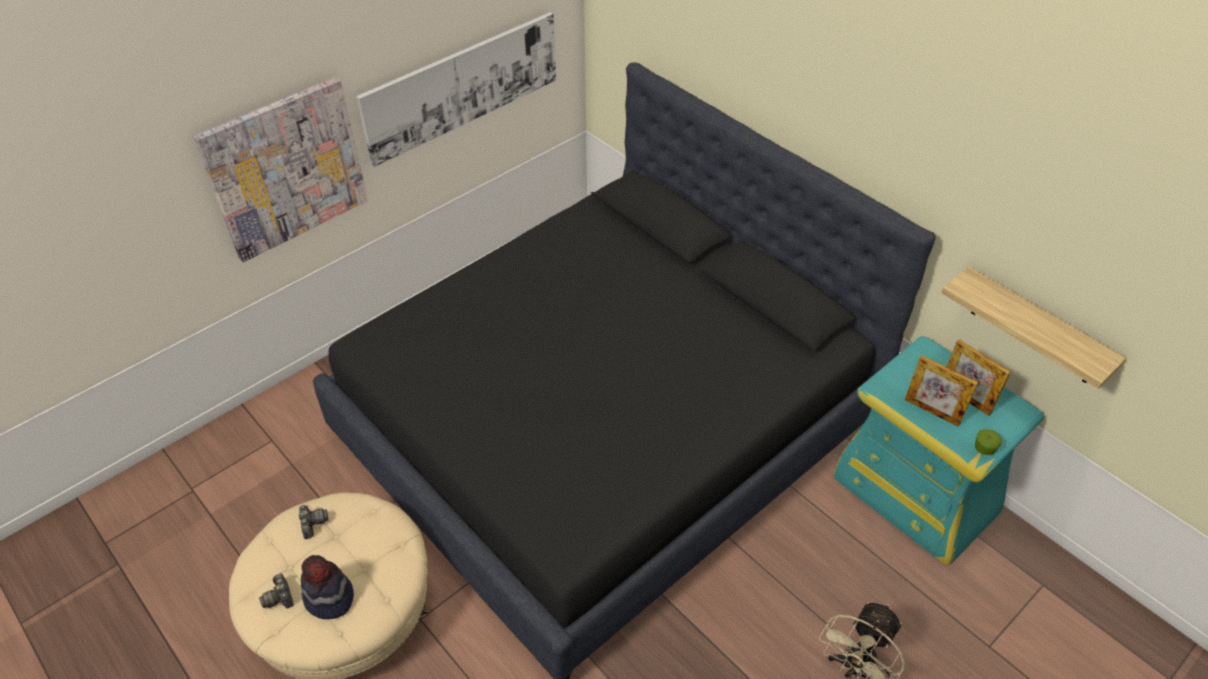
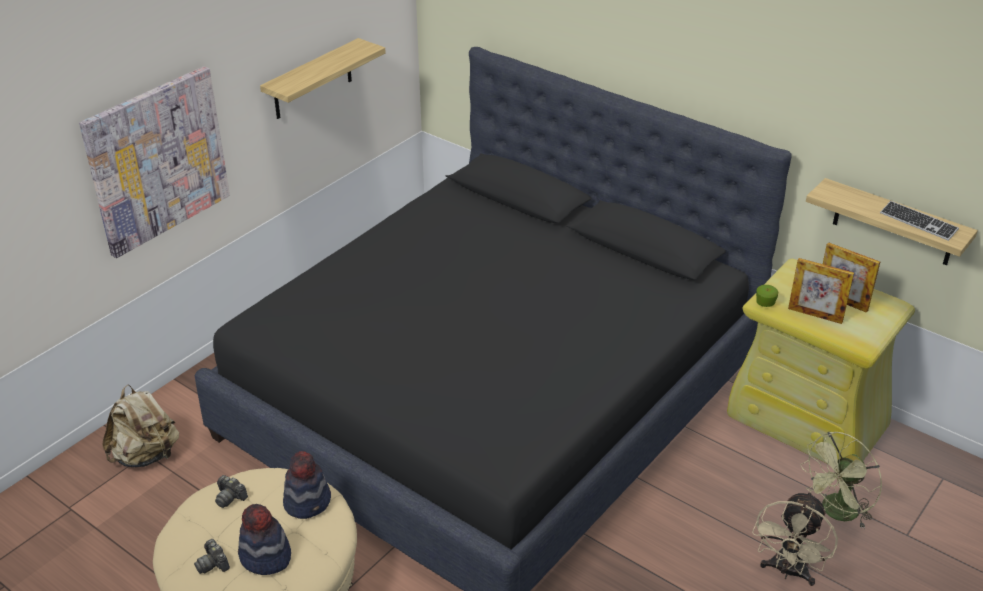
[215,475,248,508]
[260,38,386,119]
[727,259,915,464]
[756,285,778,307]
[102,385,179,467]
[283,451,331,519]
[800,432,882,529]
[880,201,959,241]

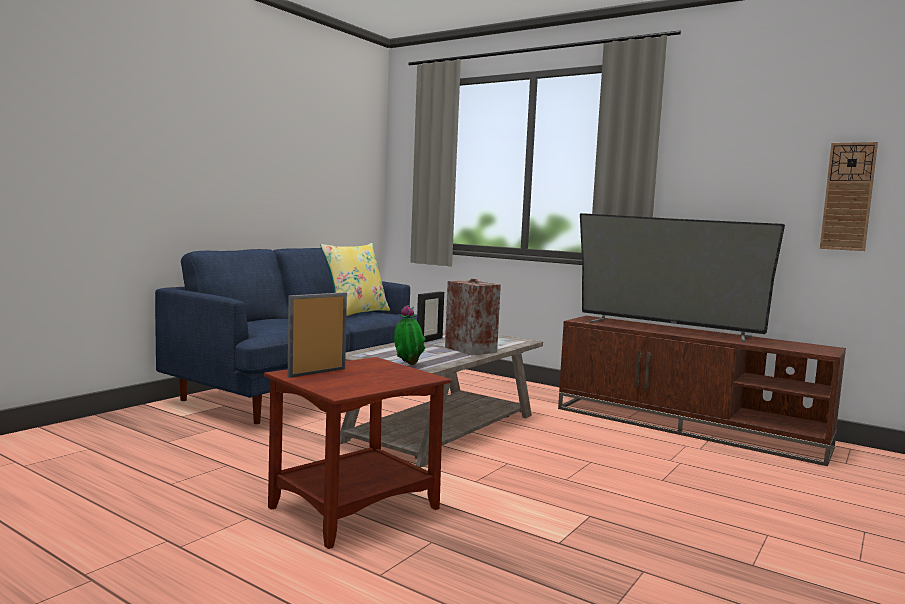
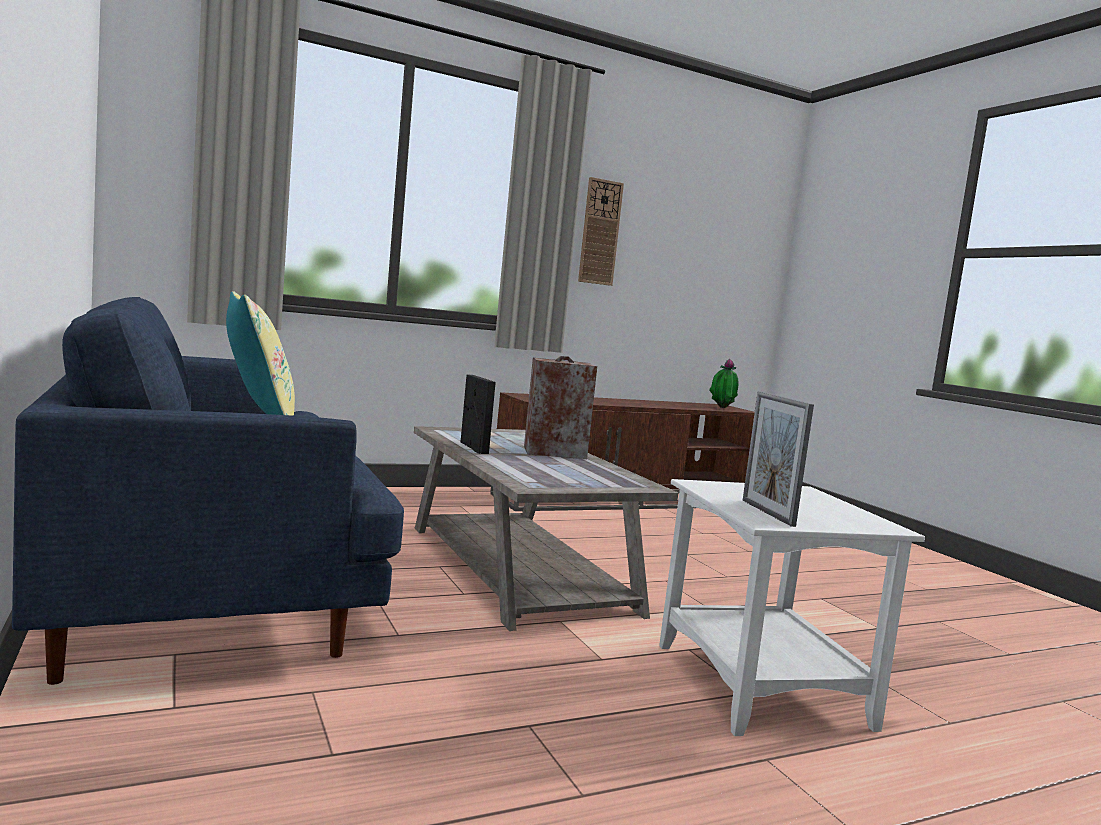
[659,479,925,736]
[709,359,738,408]
[580,213,785,342] (first image)
[578,177,624,286]

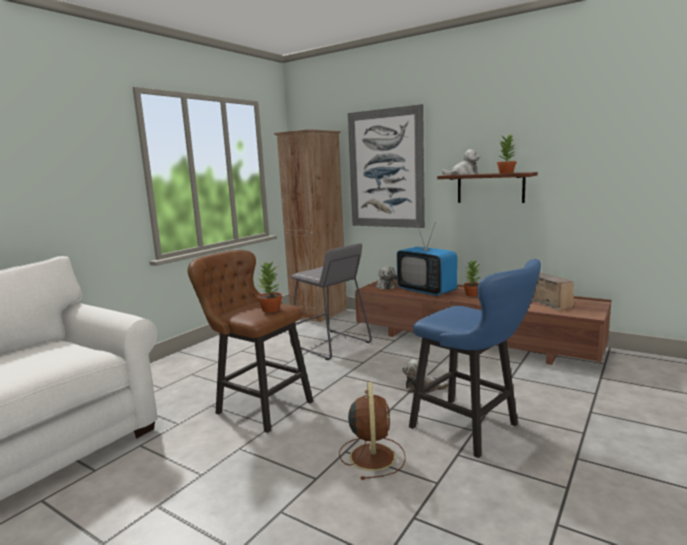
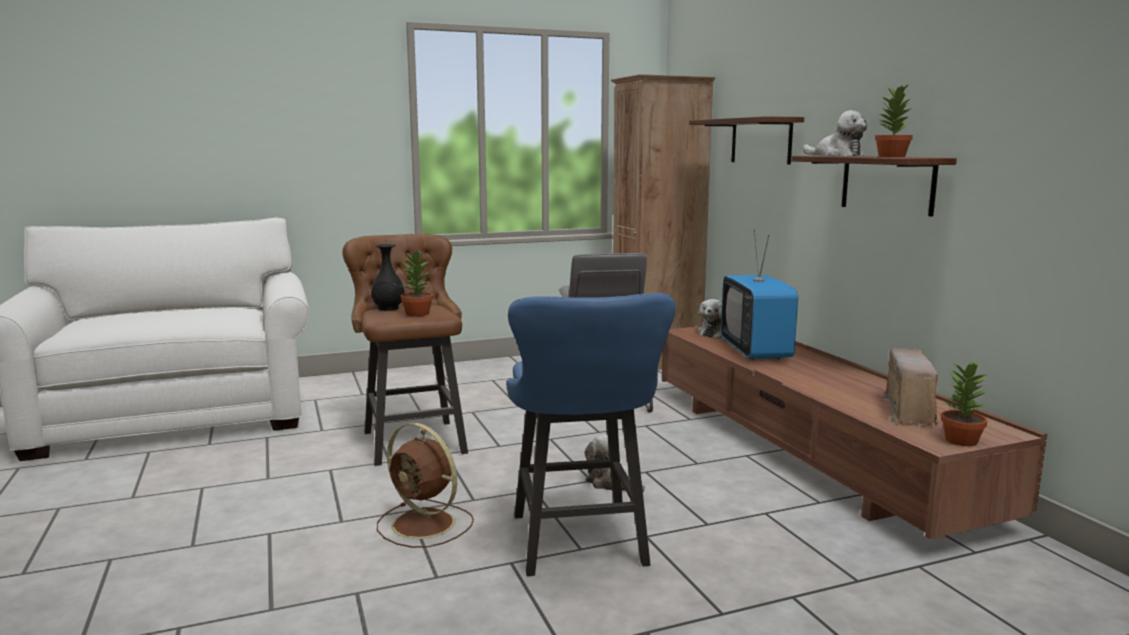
[377,423,474,548]
[689,116,804,165]
[941,360,989,446]
[371,244,405,311]

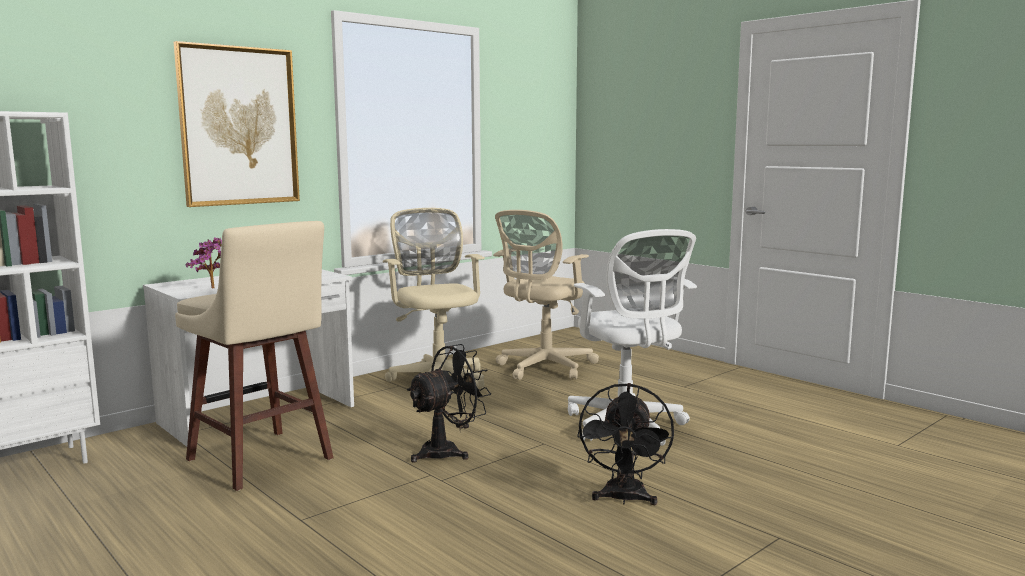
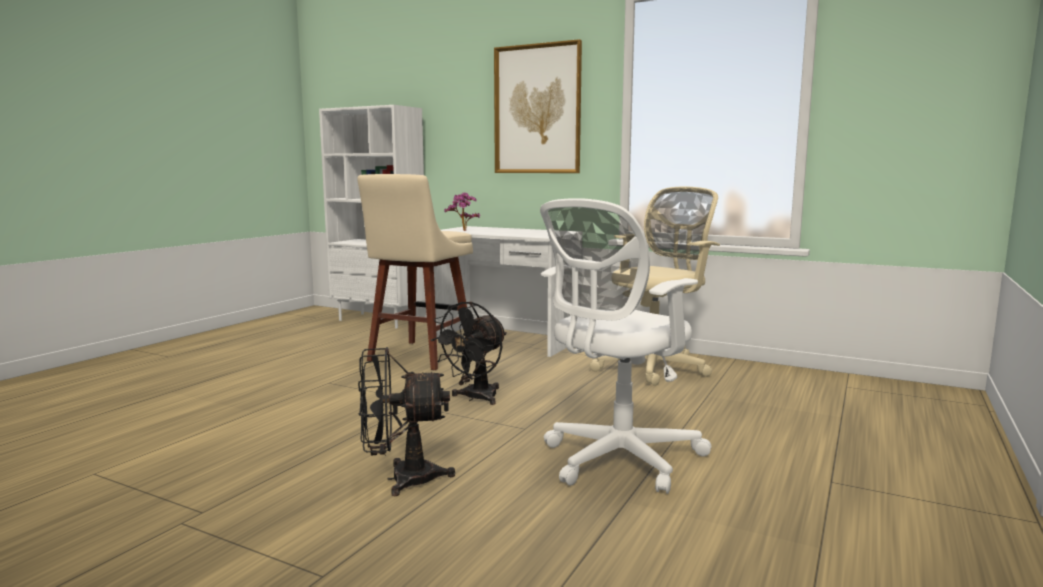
[431,301,507,405]
[493,210,599,380] (first image)

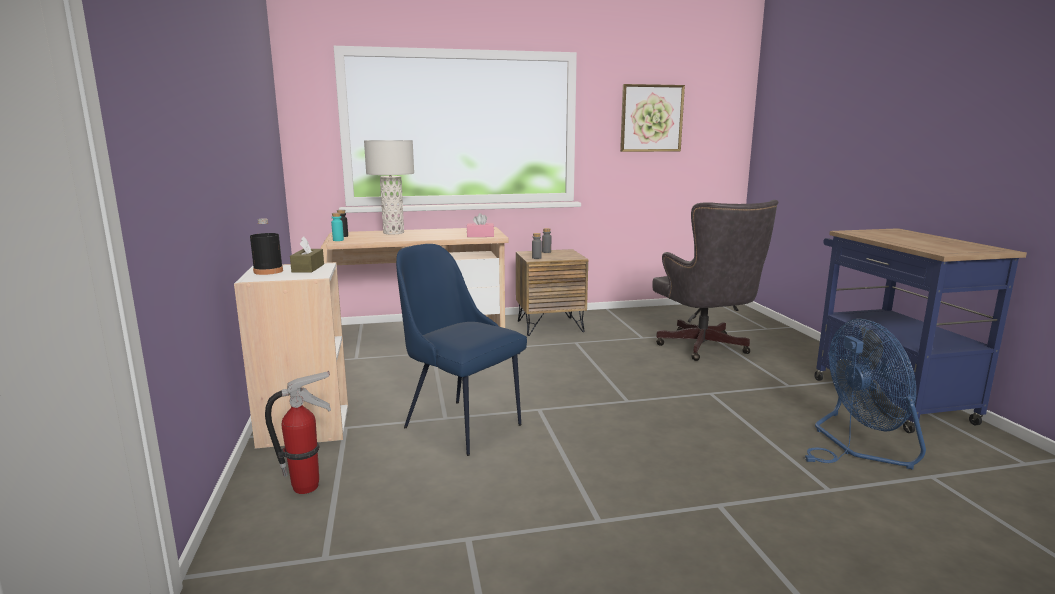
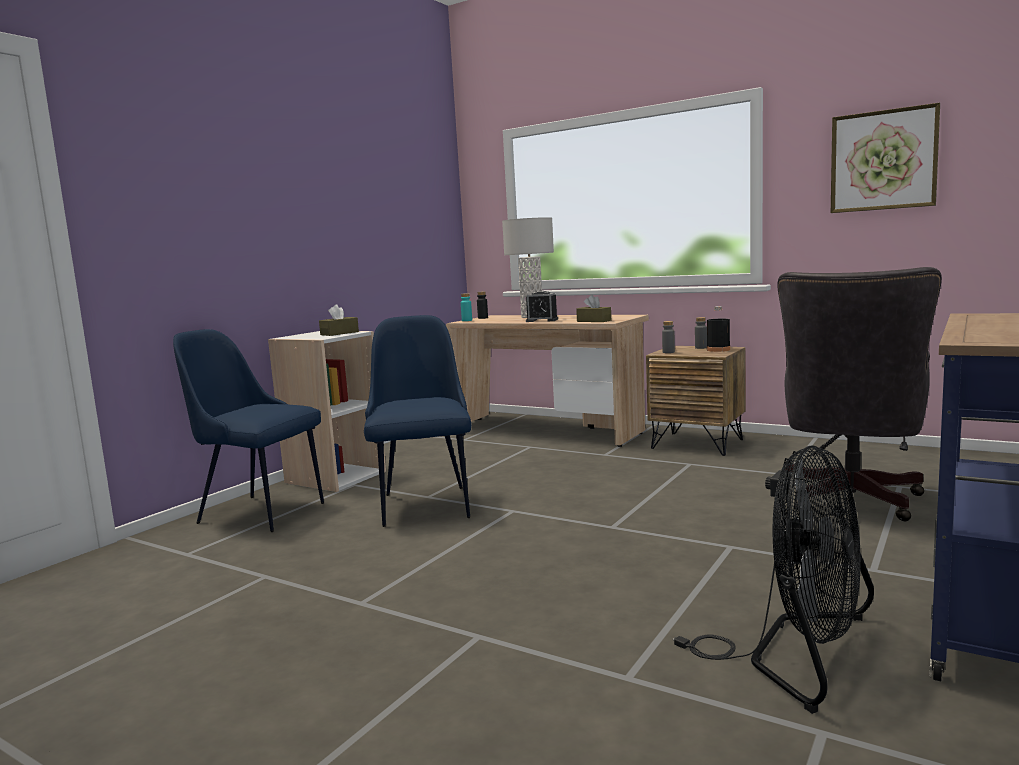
[707,306,730,352]
[173,329,324,532]
[576,295,611,322]
[674,446,874,714]
[526,291,558,322]

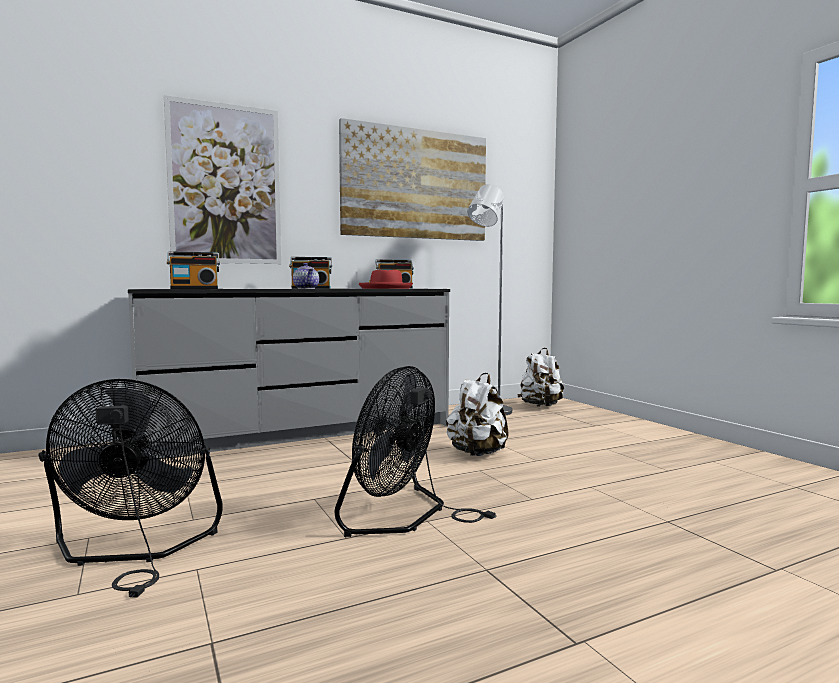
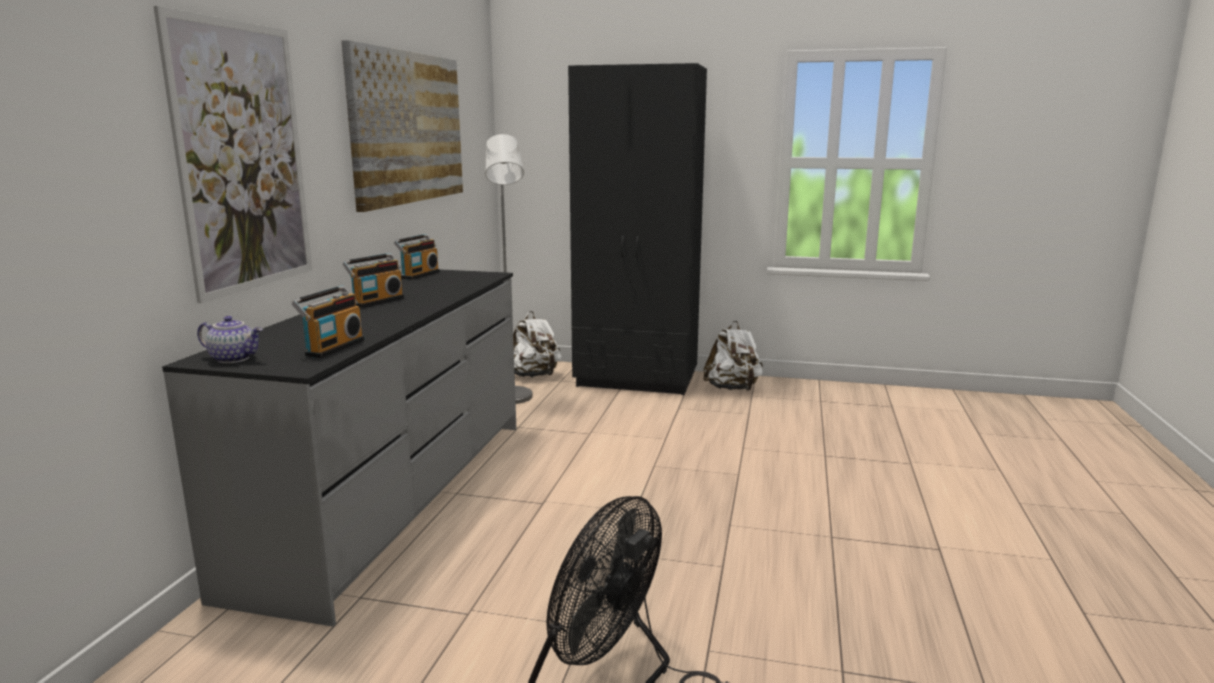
[197,316,263,363]
[335,366,497,537] (first image)
[359,270,413,289] (first image)
[703,321,763,391]
[568,63,707,395]

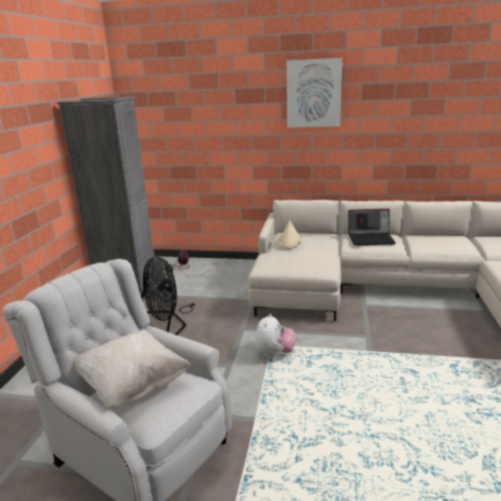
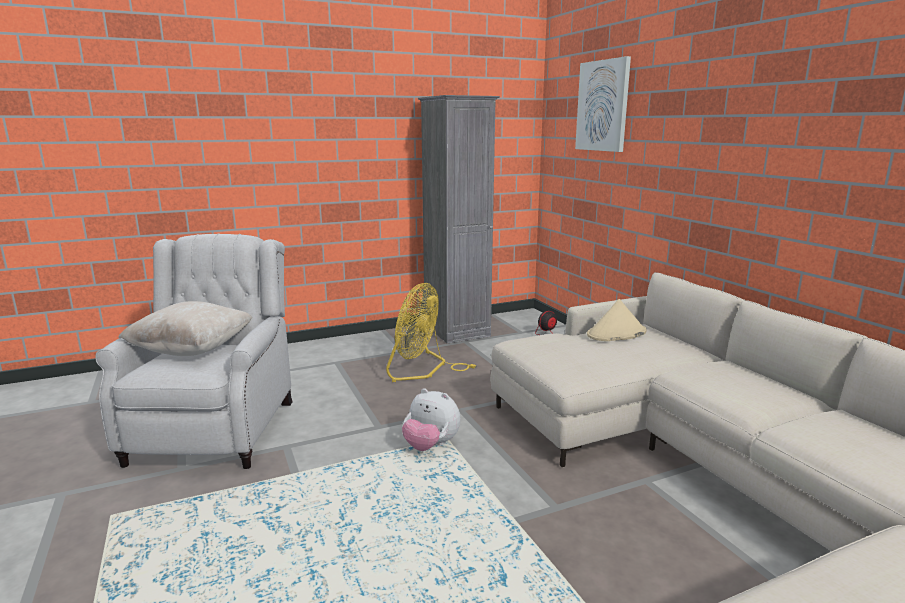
[386,283,476,382]
[402,388,460,451]
[575,56,631,152]
[348,209,396,246] (first image)

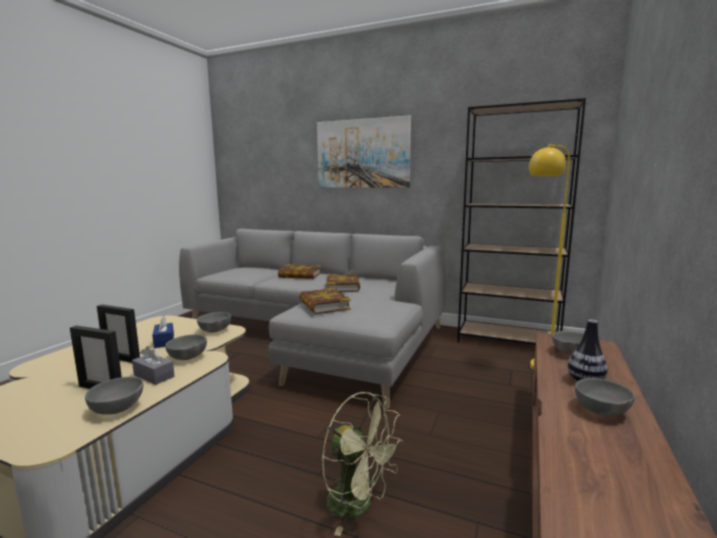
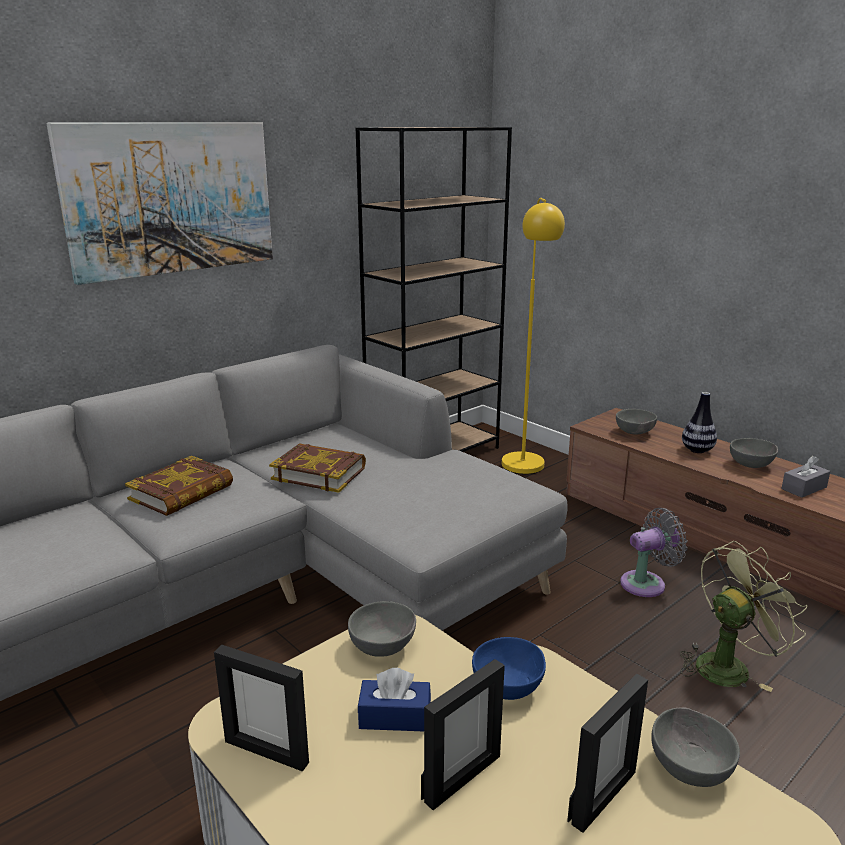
[781,456,830,498]
[472,637,546,700]
[299,288,351,314] (first image)
[214,645,309,772]
[620,508,688,597]

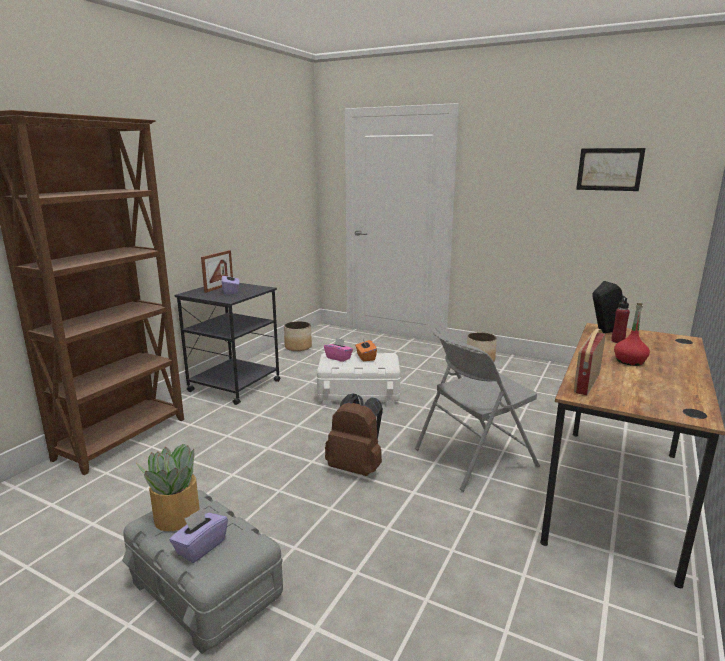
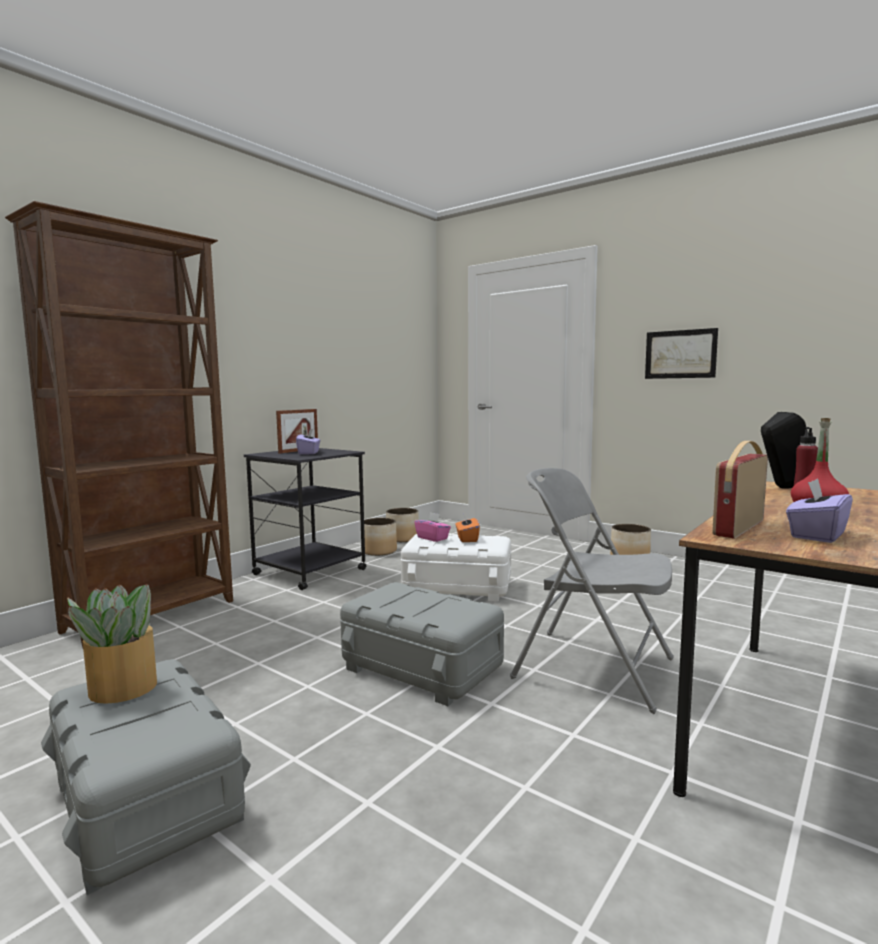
[786,478,853,543]
[340,582,504,706]
[510,468,674,714]
[645,328,718,379]
[364,518,397,556]

